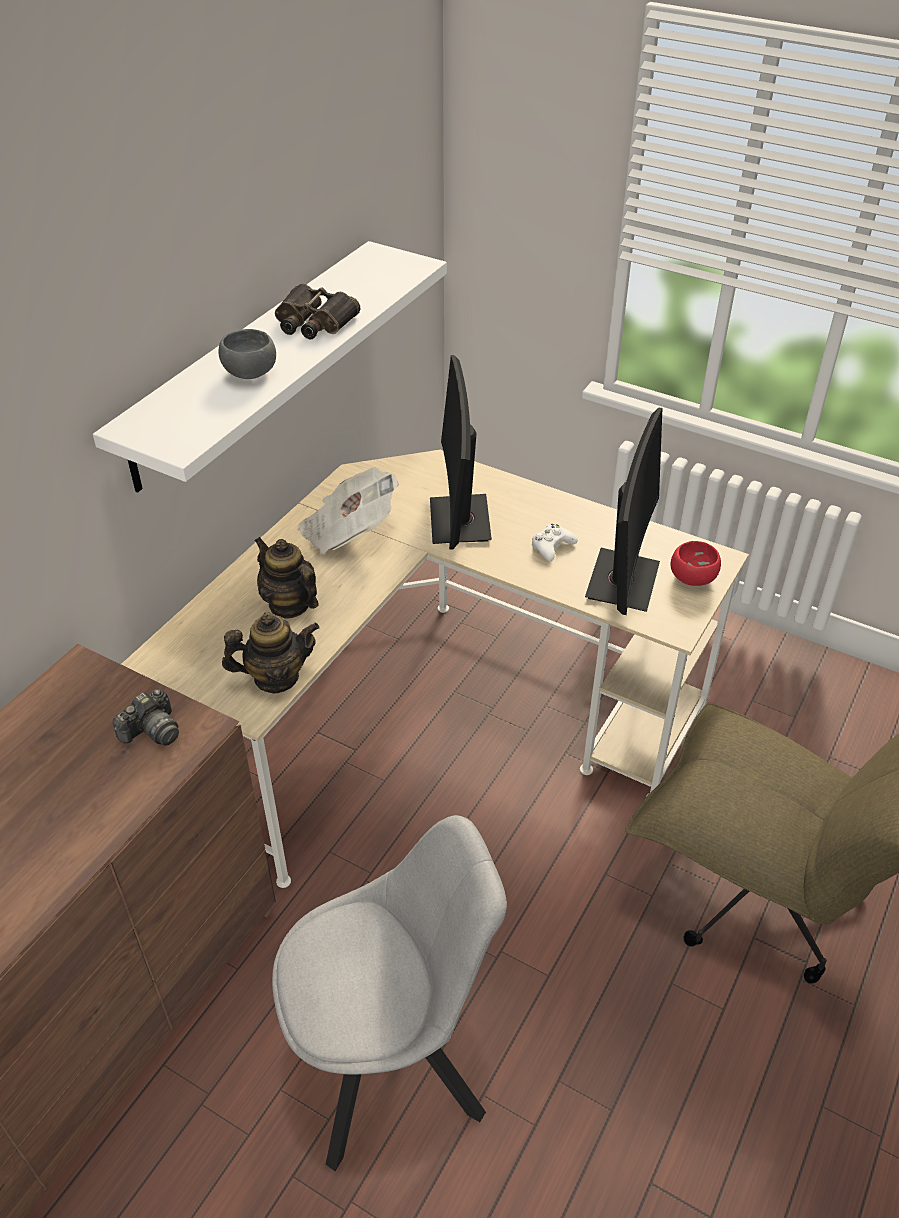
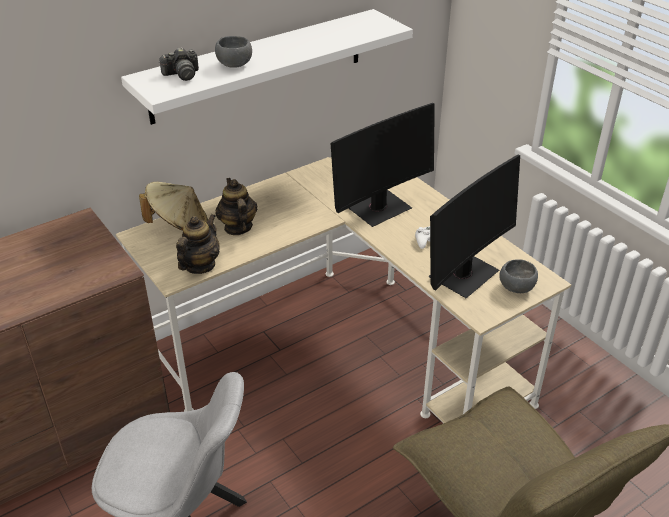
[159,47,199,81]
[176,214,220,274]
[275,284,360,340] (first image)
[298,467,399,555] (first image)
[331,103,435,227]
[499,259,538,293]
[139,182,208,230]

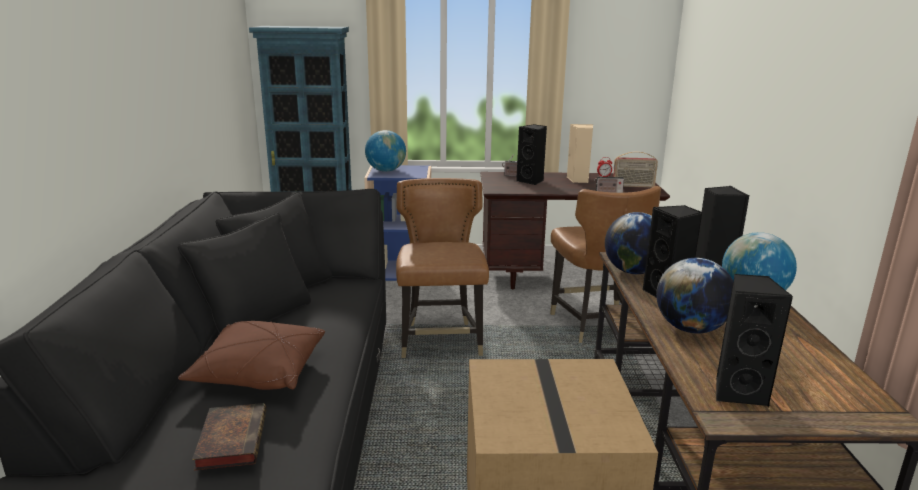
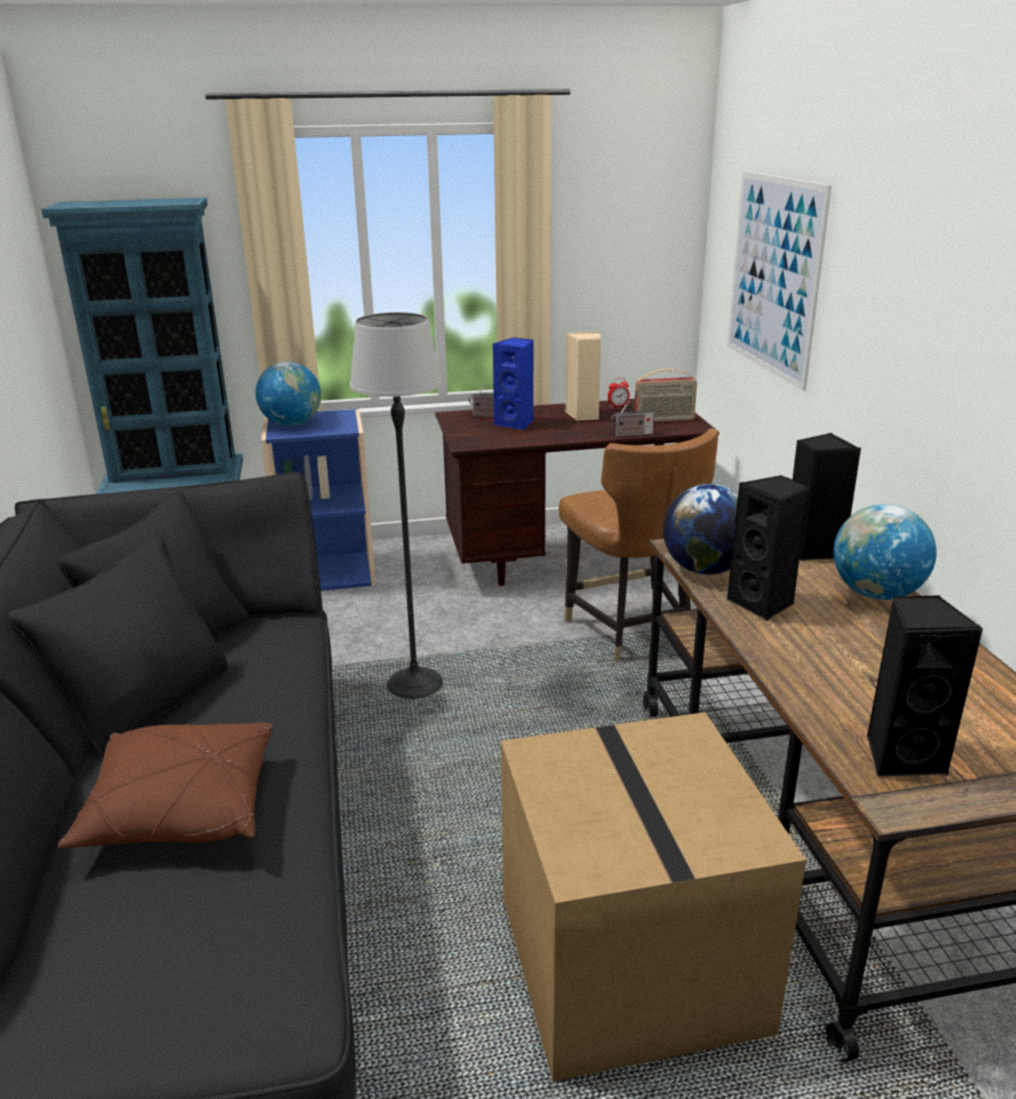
[192,403,266,470] (first image)
[350,312,443,699]
[492,337,533,430]
[656,258,733,333] (first image)
[727,171,832,391]

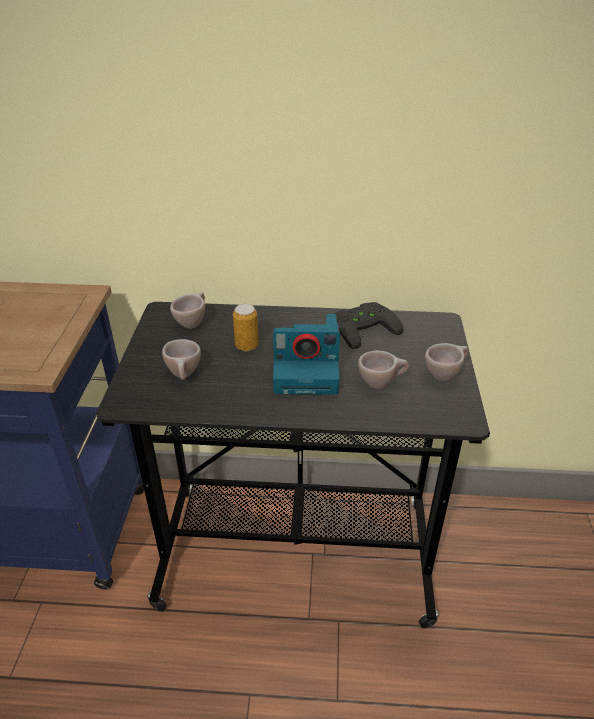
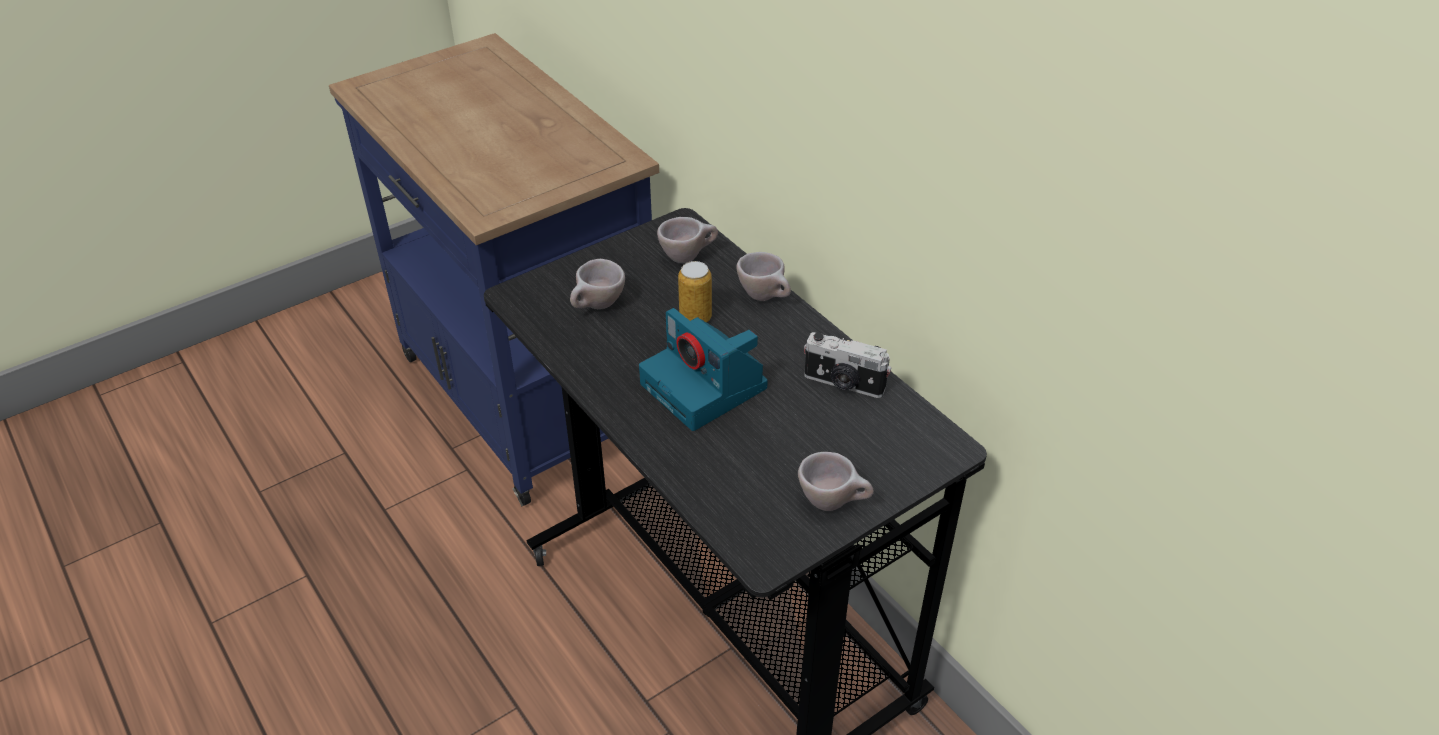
[804,332,892,398]
[736,252,791,301]

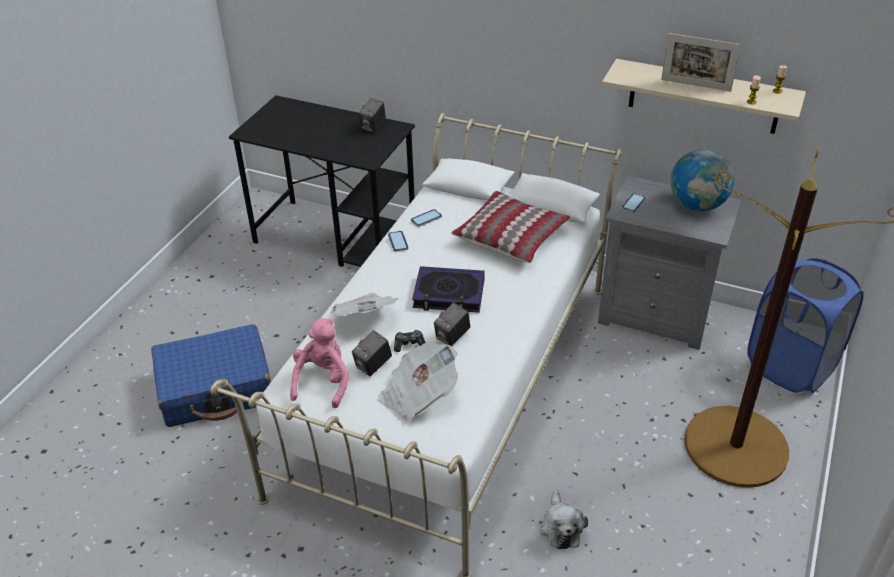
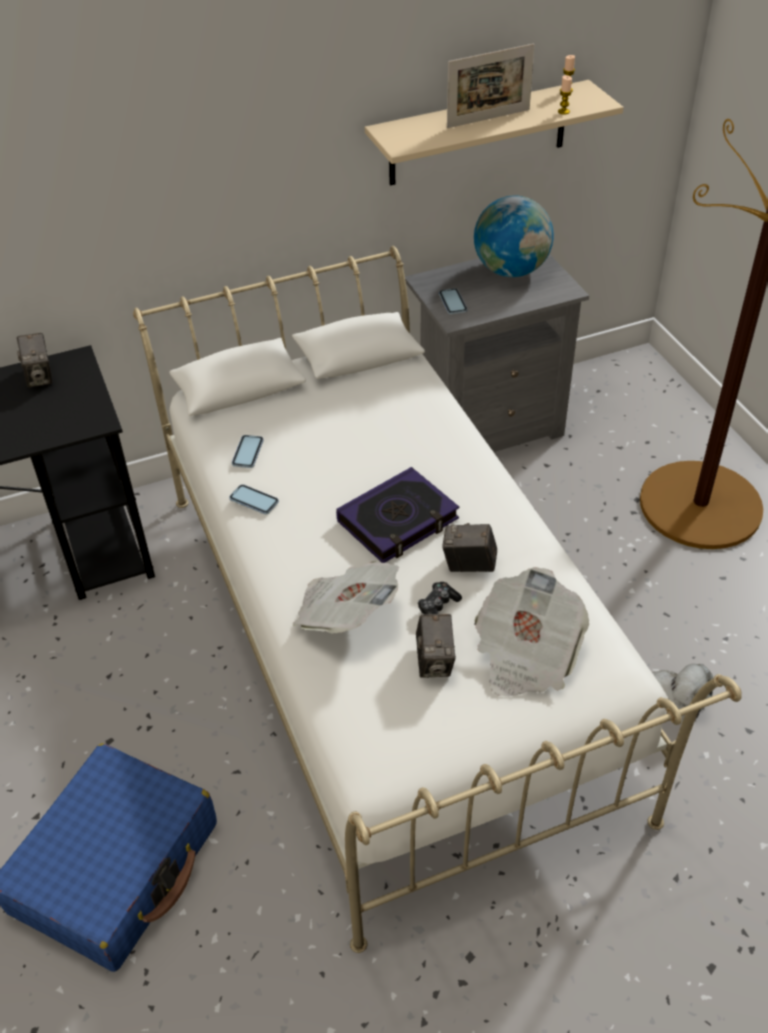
[290,318,349,408] (first image)
[442,523,497,572]
[451,191,570,263] (first image)
[747,258,864,393] (first image)

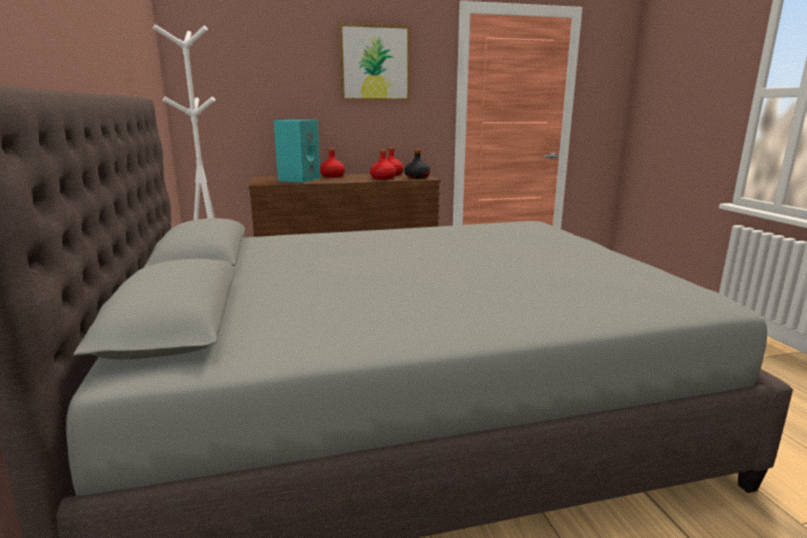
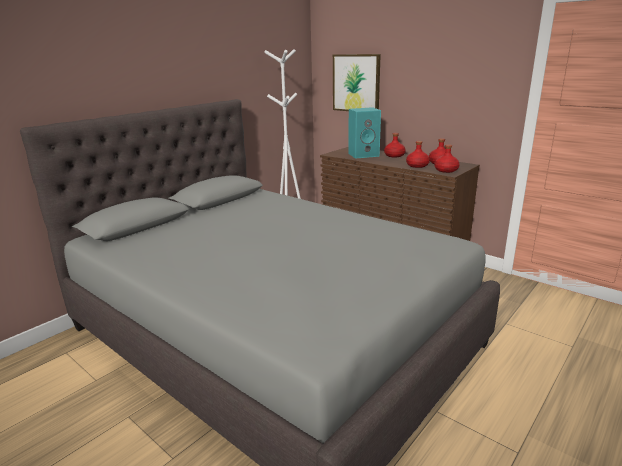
[333,54,381,111]
[434,144,459,173]

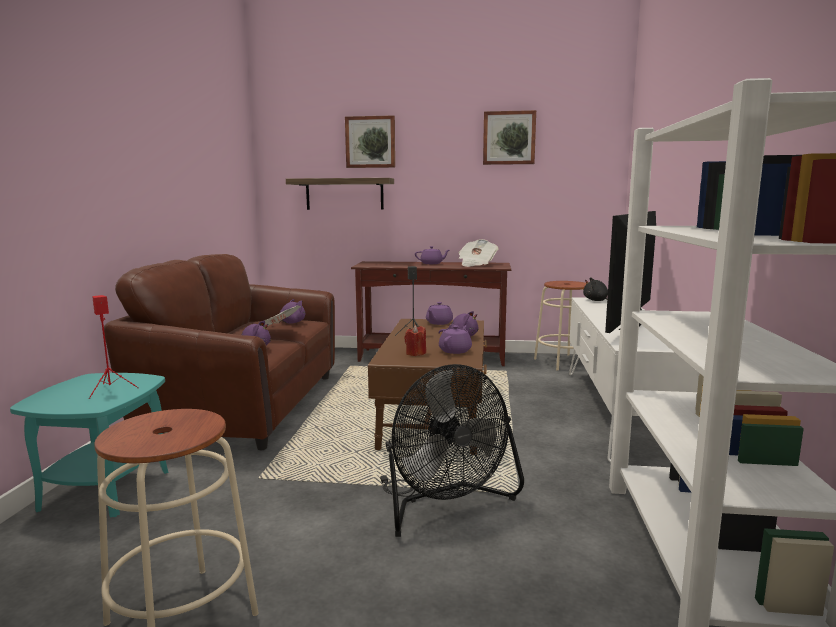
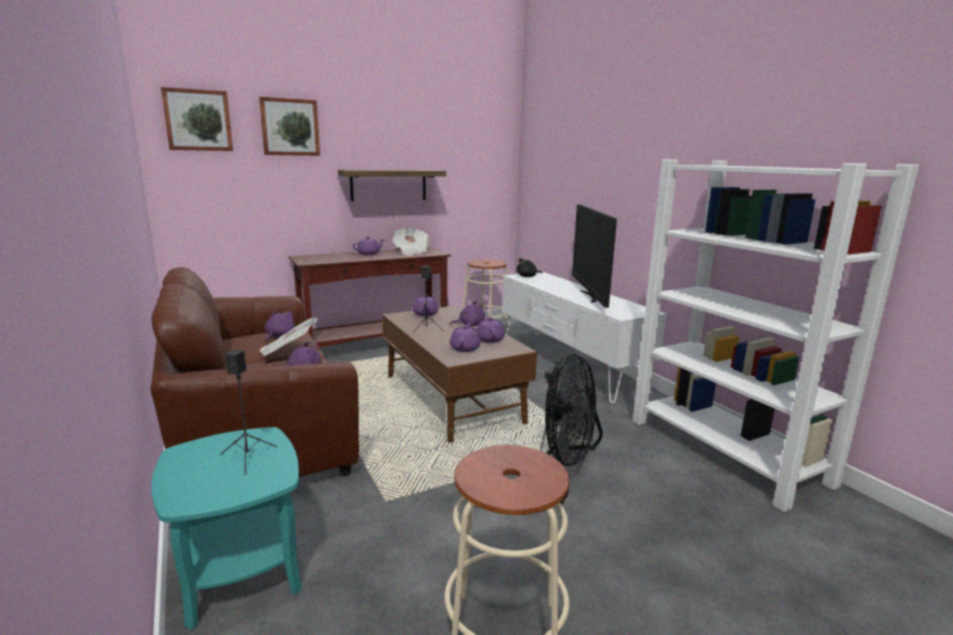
[220,350,277,475]
[338,170,446,201]
[450,323,481,352]
[161,87,233,151]

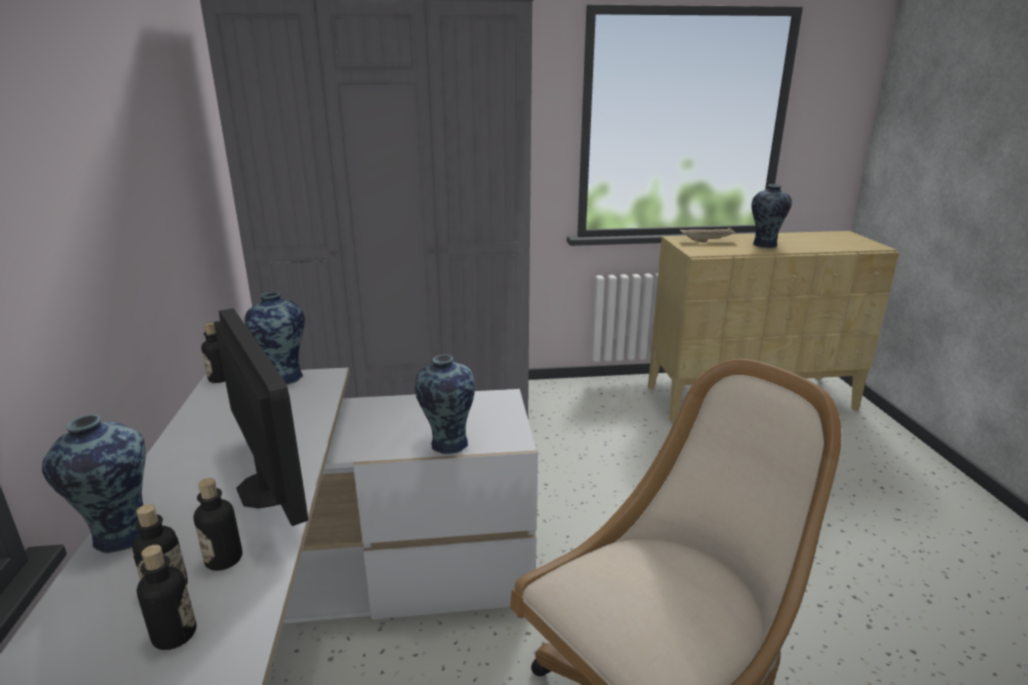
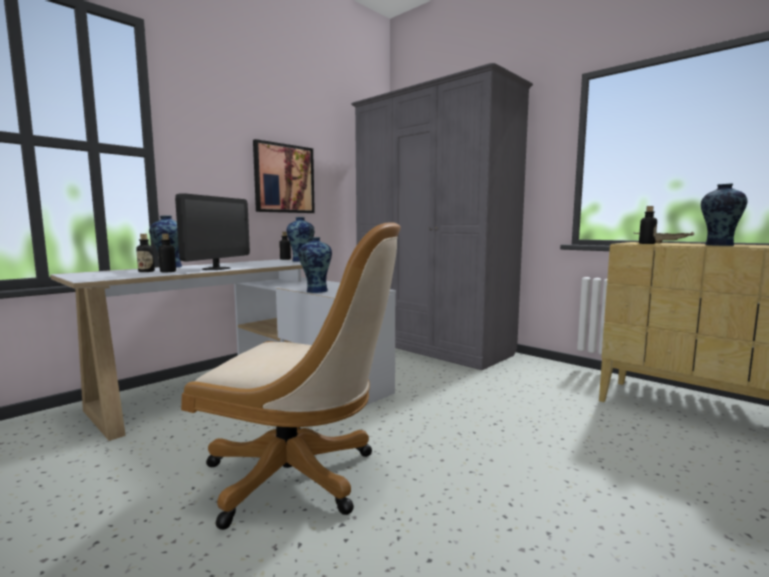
[639,206,657,244]
[253,139,315,213]

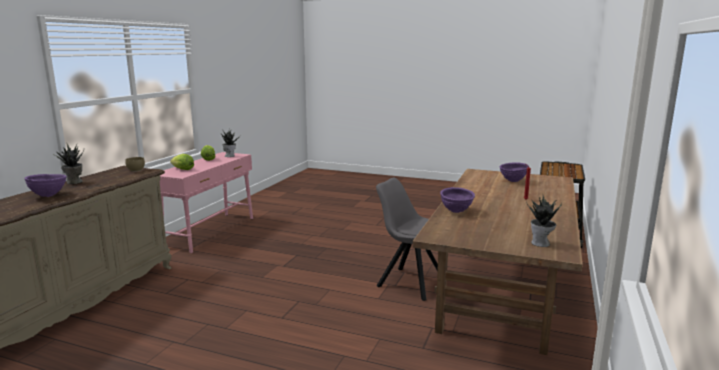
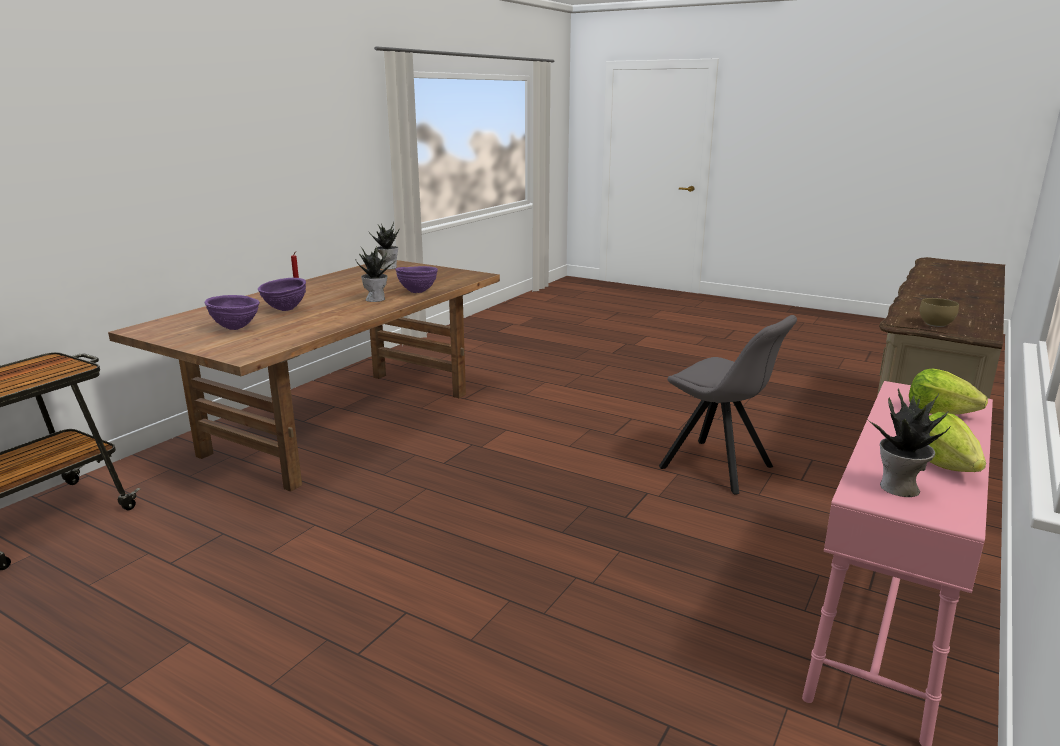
[258,278,306,311]
[355,247,393,302]
[659,315,797,495]

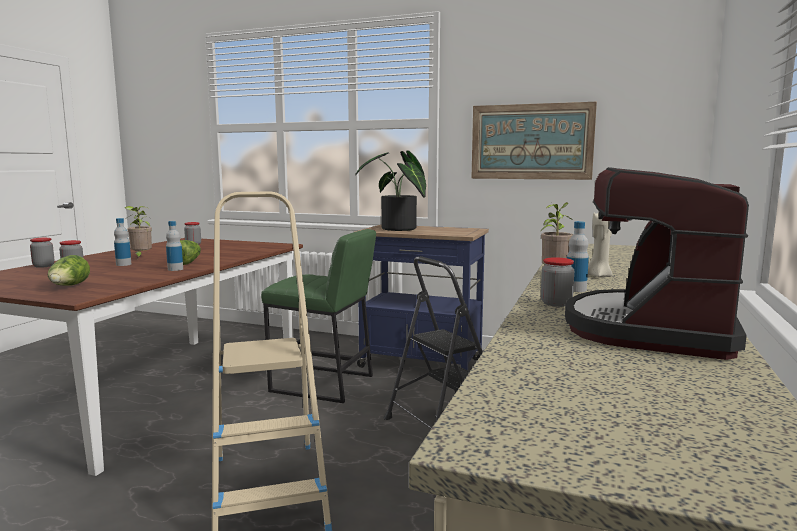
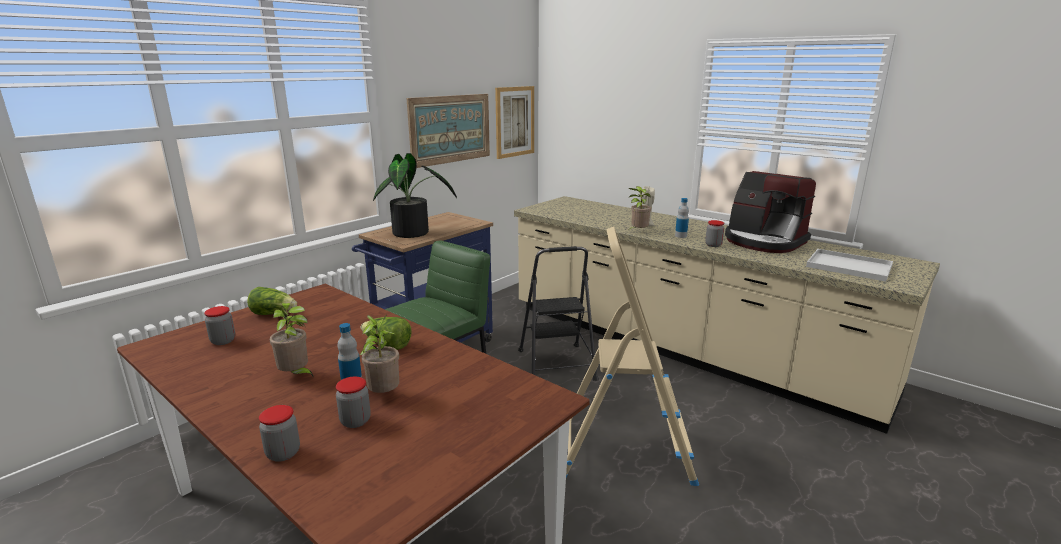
[247,287,297,315]
[166,221,183,271] (first image)
[360,315,399,393]
[495,86,534,159]
[806,249,893,282]

